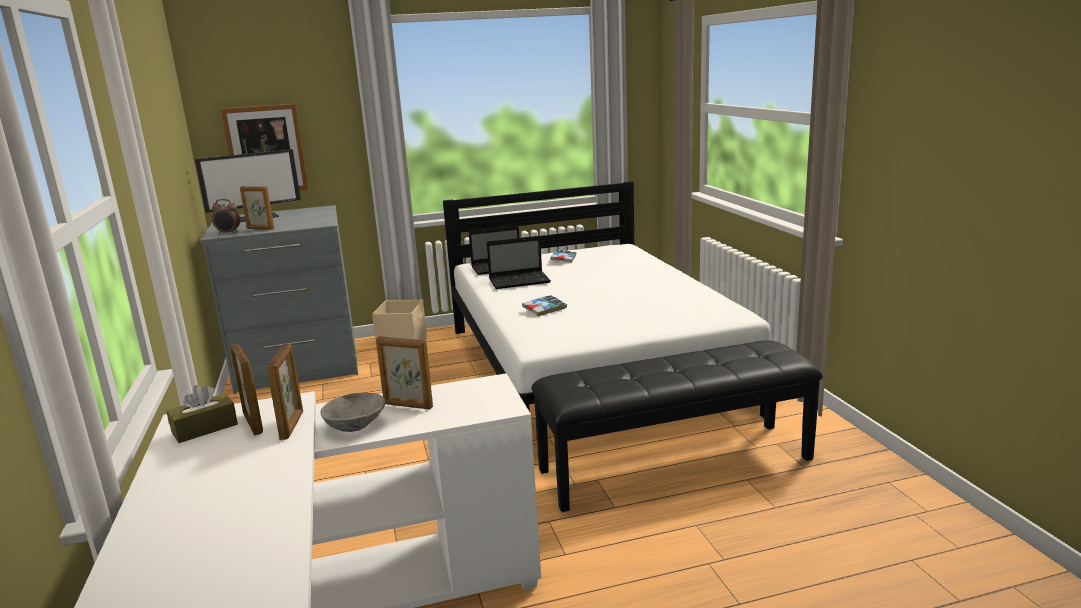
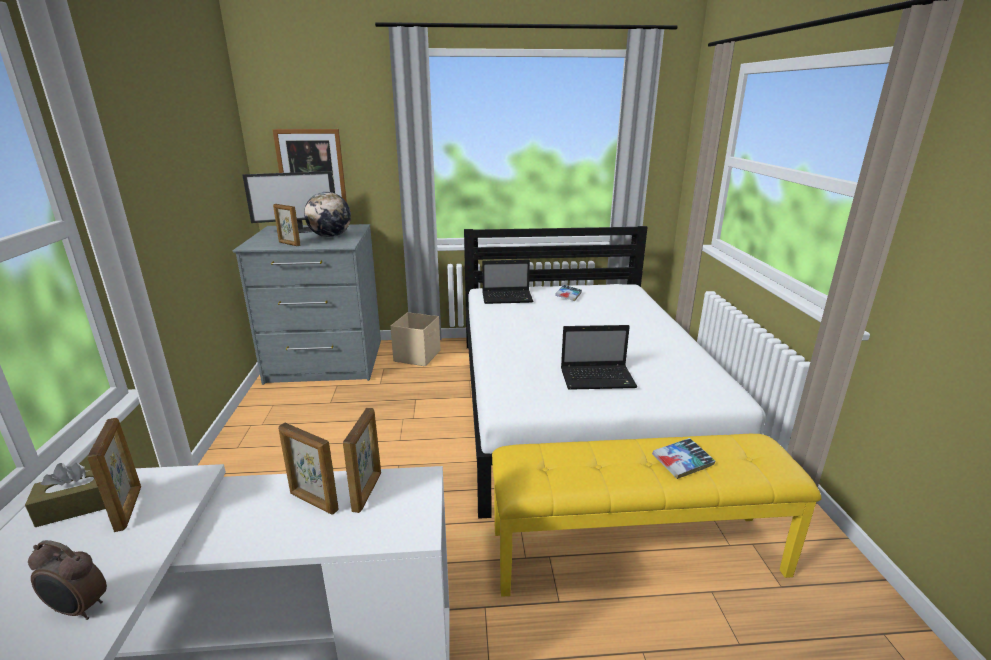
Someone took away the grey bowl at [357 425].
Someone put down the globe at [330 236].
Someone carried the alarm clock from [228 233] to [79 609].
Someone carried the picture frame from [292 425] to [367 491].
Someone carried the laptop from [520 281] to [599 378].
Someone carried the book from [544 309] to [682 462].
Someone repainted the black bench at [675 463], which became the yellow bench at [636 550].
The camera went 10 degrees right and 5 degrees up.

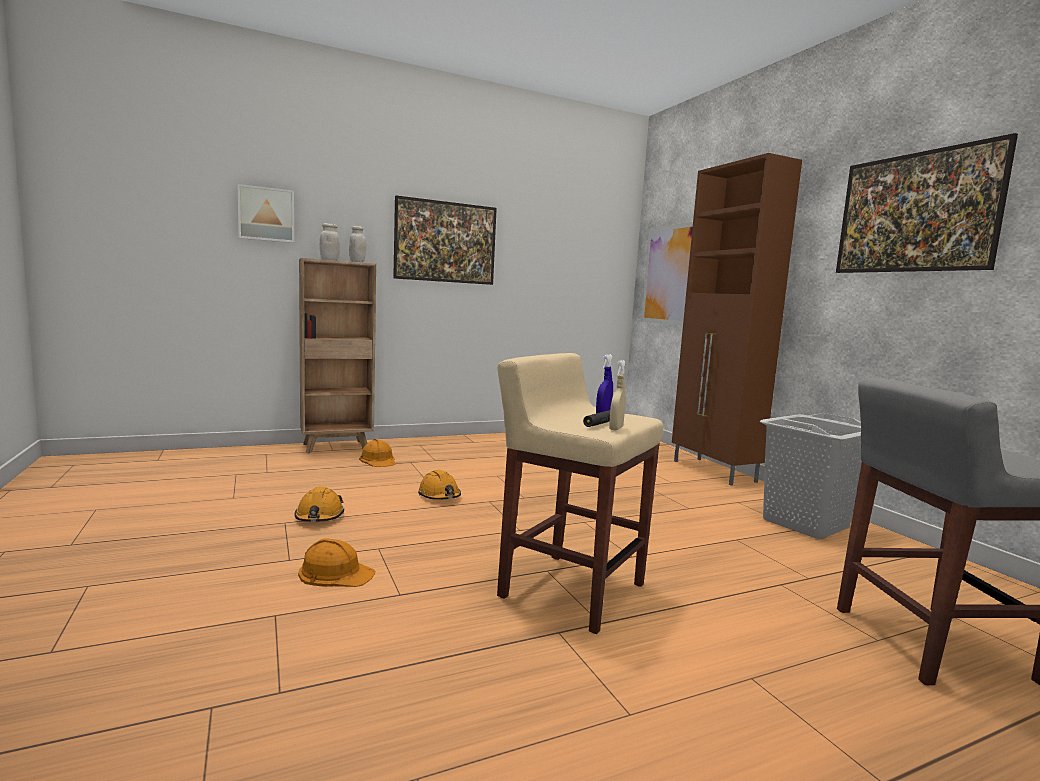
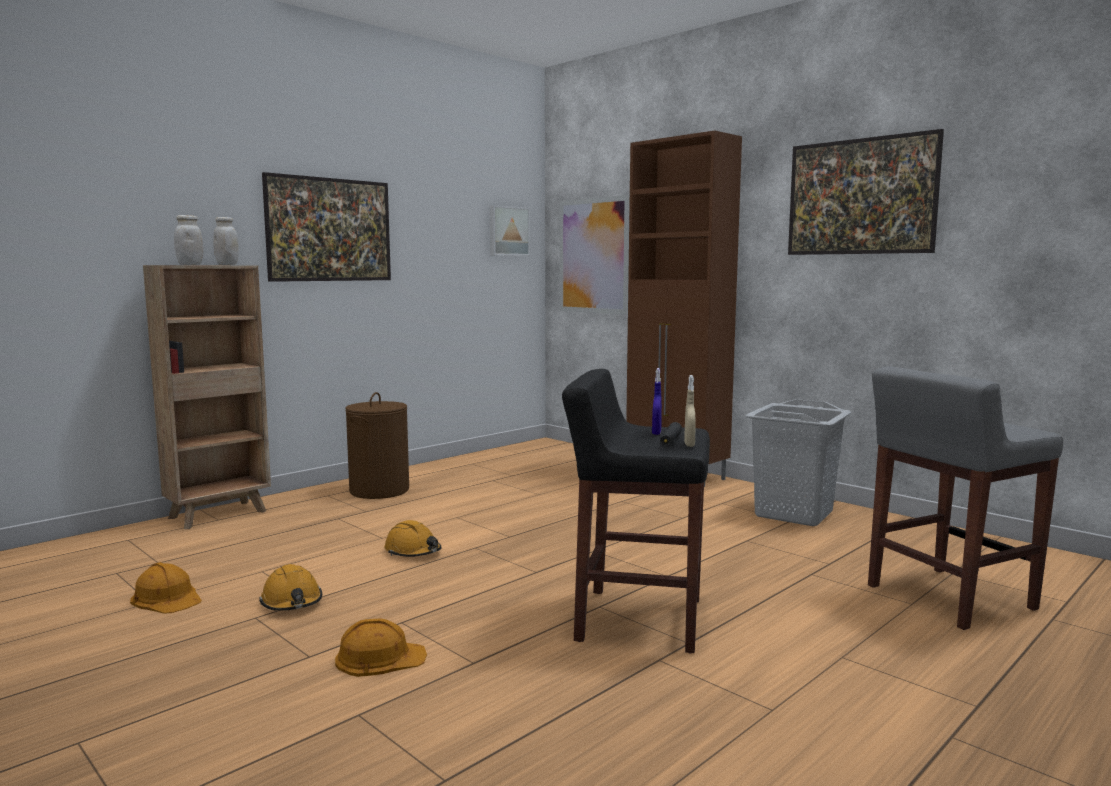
Someone put down the brown laundry basket at [379 490].
Someone carried the picture from [266 214] to [508 231].
Someone carried the orange hard hat from [378 460] to [167 598].
Someone repainted the beige stool at [570 589], which became the black stool at [637 619].
The camera went 20 degrees left and 0 degrees up.

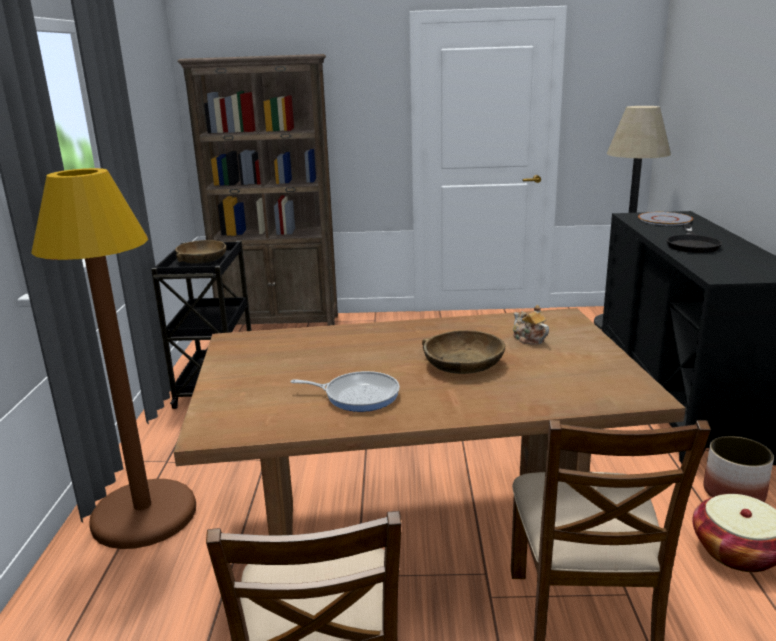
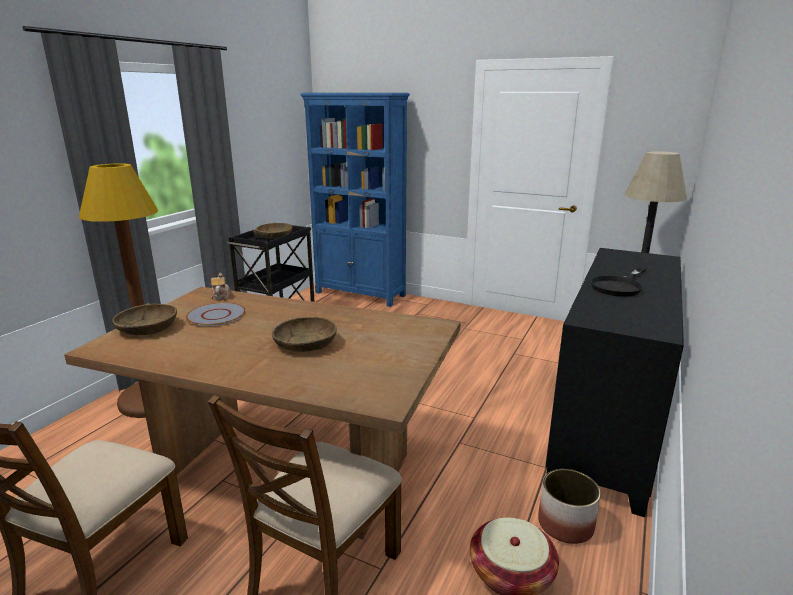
Someone took away the frying pan at [358 395].
Someone put down the brown bowl at [147 328].
Someone carried the teapot from [528 339] to [221 296].
Someone carried the grey plate from [665 220] to [216 315].
Someone repainted the brown bookcase at [280 324], which became the blue bookcase at [360 294].
The camera went 25 degrees right and 0 degrees up.

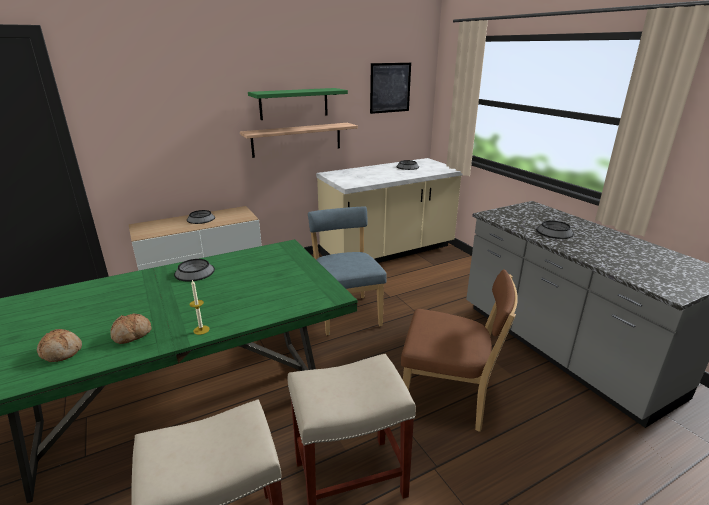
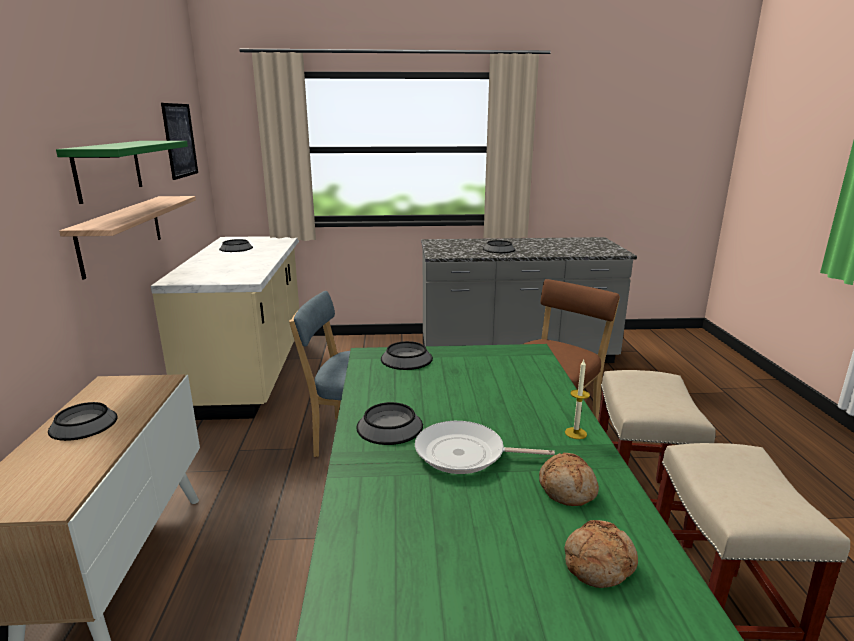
Someone put down the bowl at [407 358].
Someone put down the frying pan at [465 454].
The camera went 65 degrees left and 5 degrees down.

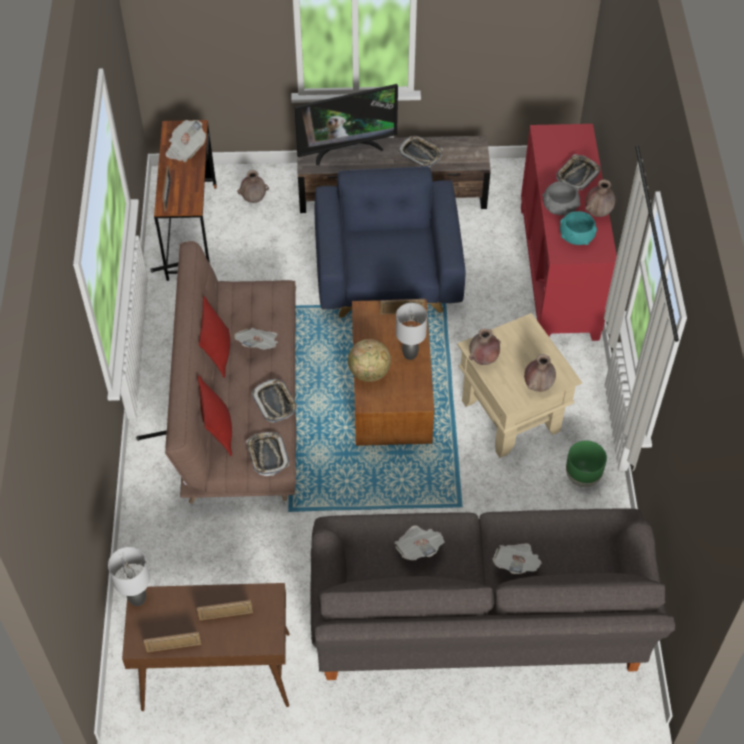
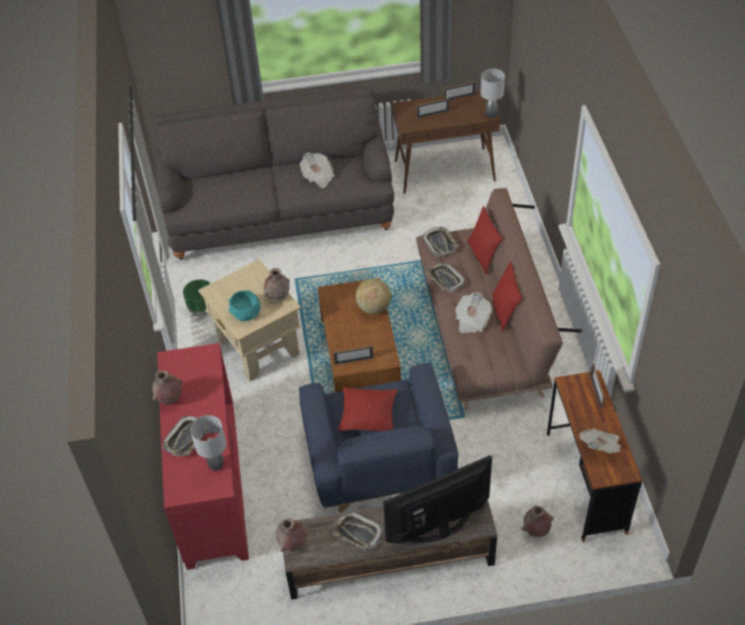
Someone took away the newspaper at [516 564].
Someone took away the grey bowl at [560 206].
Someone put down the red pillow at [368 415].
Someone carried the grey table lamp from [410 354] to [216 465].
Someone carried the brown vase from [538 385] to [292 544].
Someone carried the turquoise bowl from [576 236] to [246 312].
The camera went 175 degrees right and 5 degrees down.

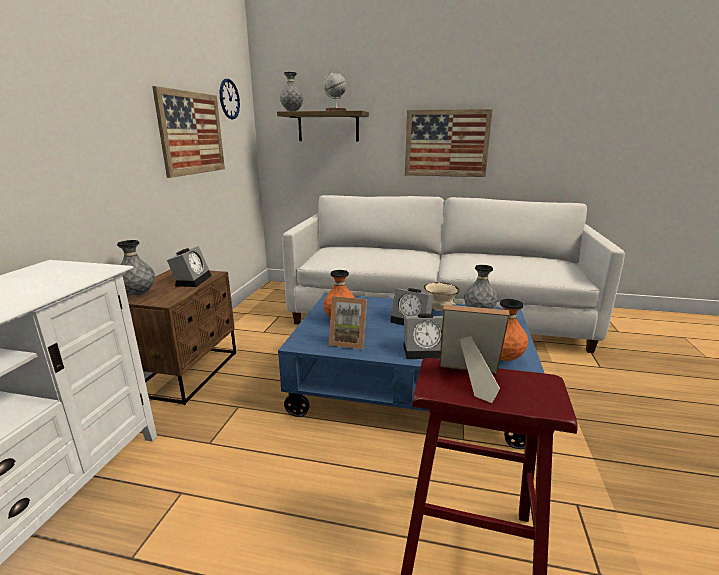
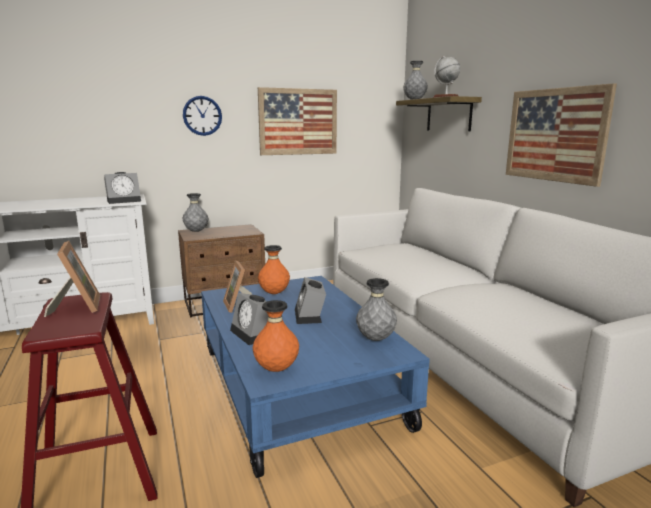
Someone took away the beige bowl at [439 310].
Someone carried the alarm clock from [192 280] to [125 201].
Someone carried the wall clock from [229 99] to [202 115].
The camera went 55 degrees right and 5 degrees down.

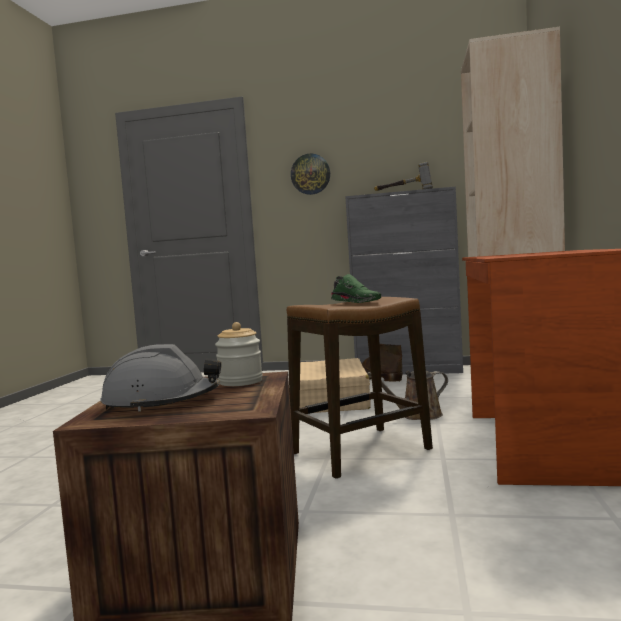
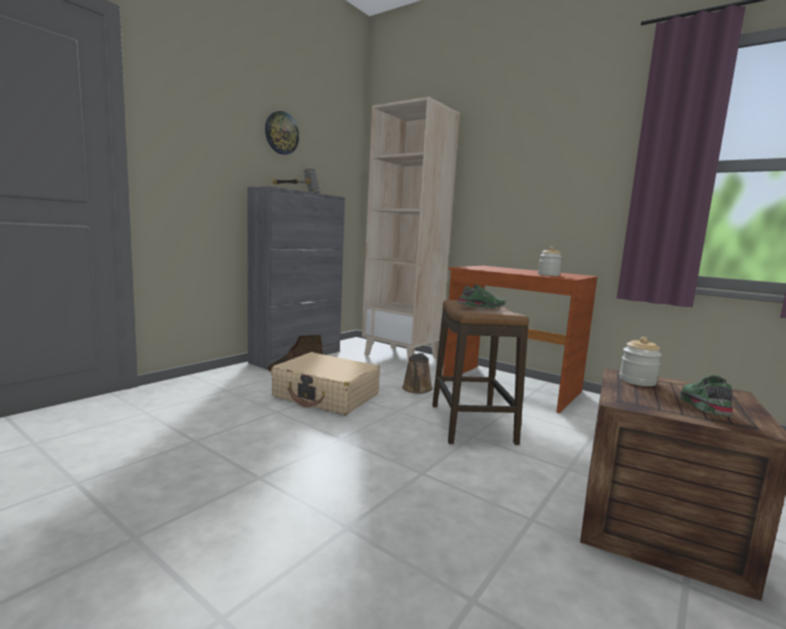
Someone put down the jar at [548 275].
Someone carried the wall clock from [310 174] to [281 133].
Someone swapped the grey hard hat at [161 402] for the green shoe at [702 406].
The camera went 65 degrees left and 5 degrees up.

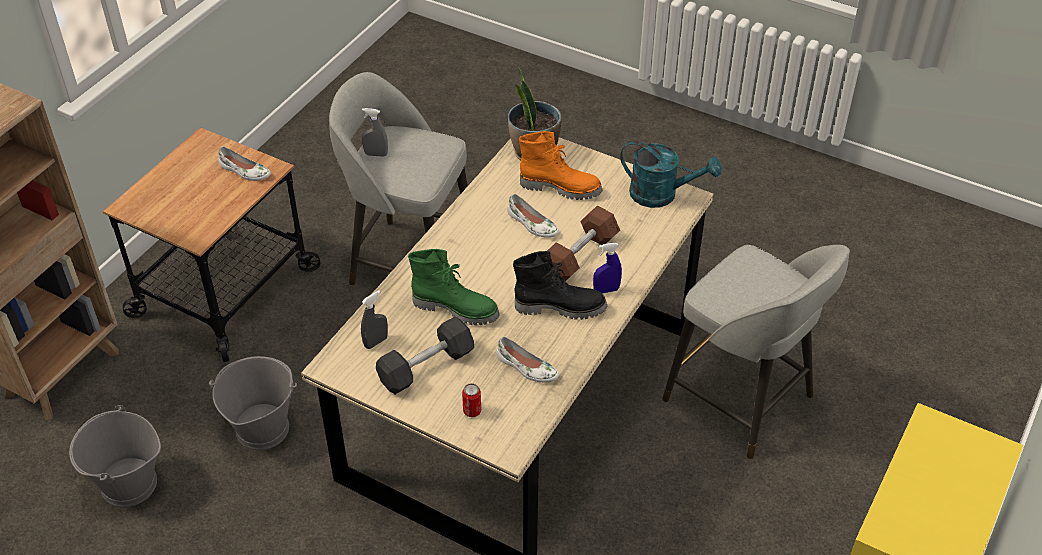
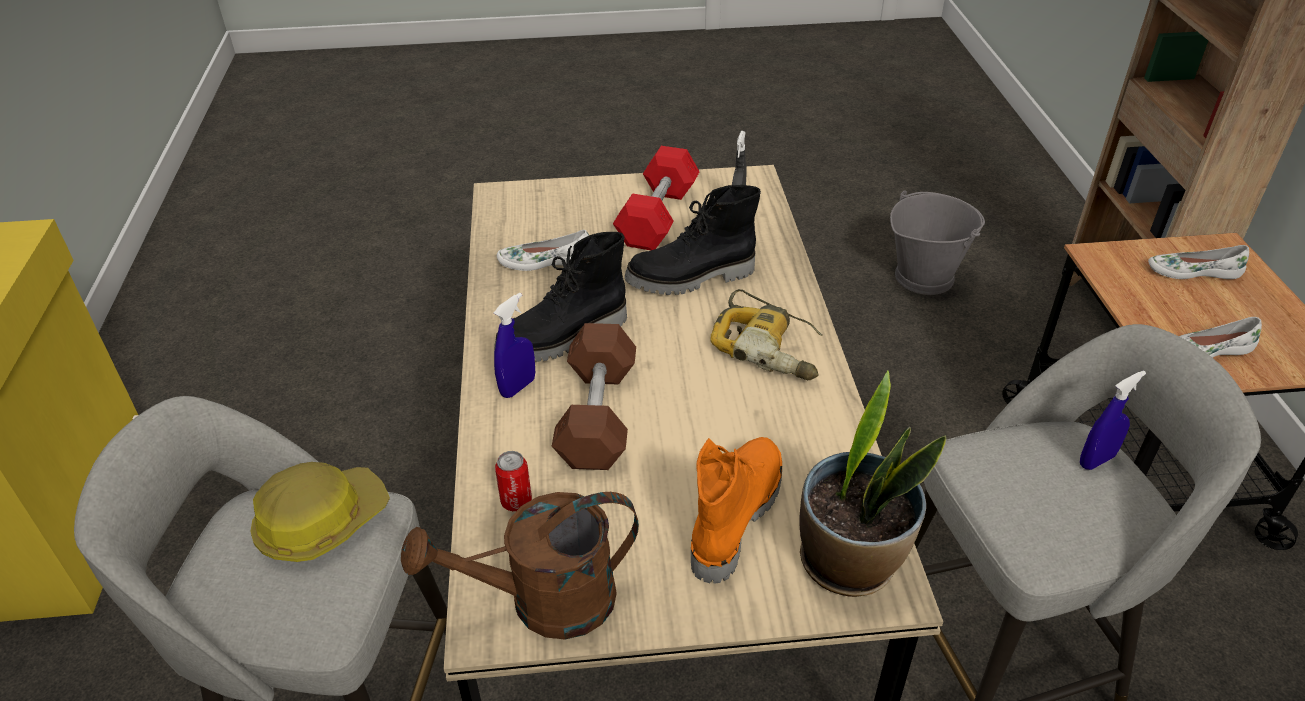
Someone took away the grey bucket at [261 428].
Someone put down the hard hat at [321 521].
Someone put down the power drill at [770 347].
Someone carried the can from [472 411] to [516 501].
Someone carried the white shoe from [532 224] to [1193 271].
Someone repainted the grey spray bottle at [376 154], which became the blue spray bottle at [1096 460].
Someone repainted the grey dumbbell at [426 367], which became the red dumbbell at [657 216].
Someone repainted the green boot at [456 308], which became the black boot at [691 279].
Someone repainted the turquoise watering can at [661 195], which became the brown watering can at [544 603].
Someone rotated the orange boot at [560 187] by 135 degrees clockwise.
The camera went 145 degrees right and 5 degrees down.

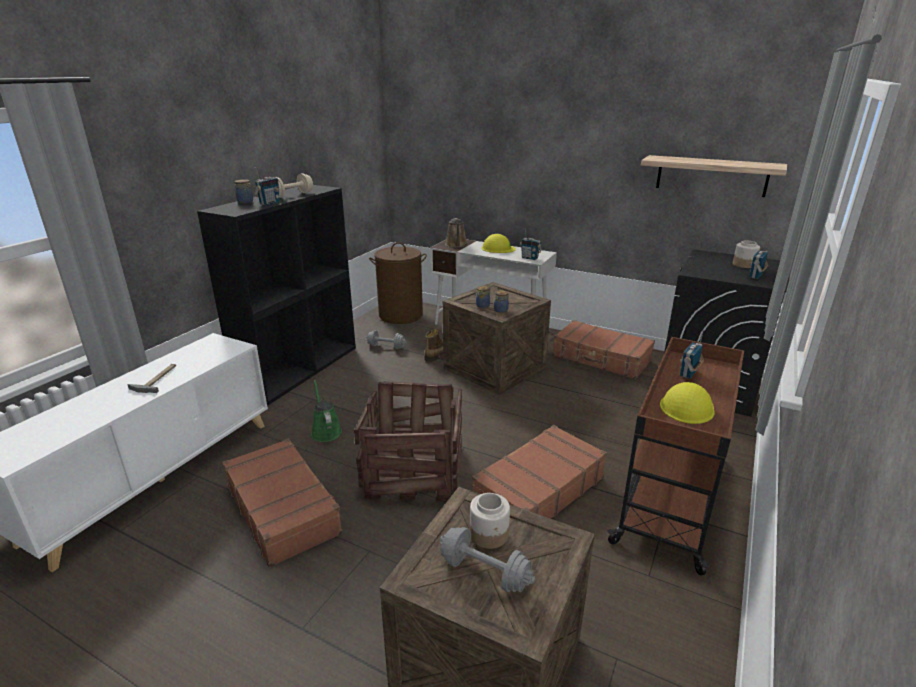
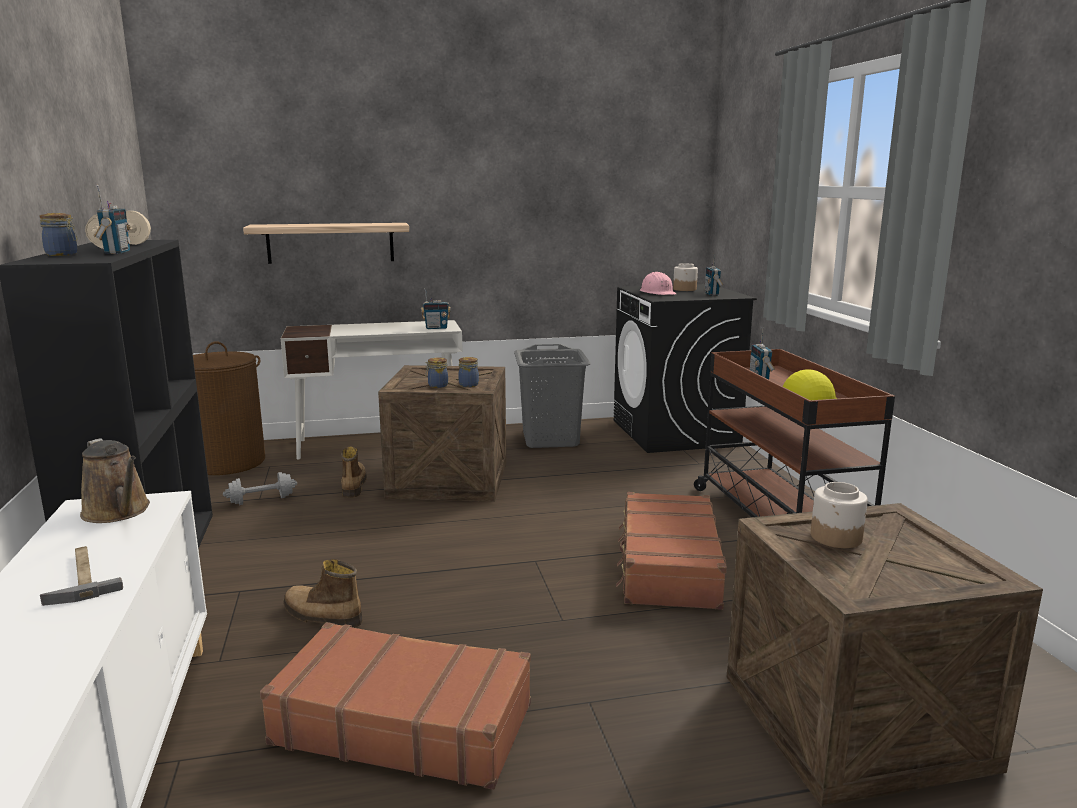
Someone took away the crate at [415 471].
Someone took away the grey dumbbell at [485 572].
Someone took away the yellow hard hat at [498 248].
Someone put down the pink hard hat at [658 293].
Someone carried the brown watering can from [456 245] to [118 512].
Someone carried the shelf from [711 175] to [330 243].
Someone swapped the green watering can at [325 431] for the boot at [321 616].
Someone swapped the brown suitcase at [601 358] for the grey laundry basket at [551 439].
The camera went 40 degrees left and 10 degrees down.

